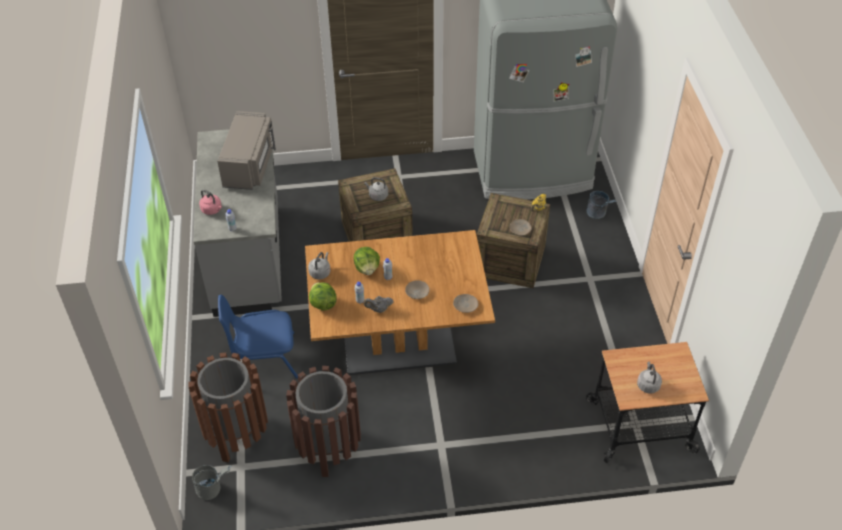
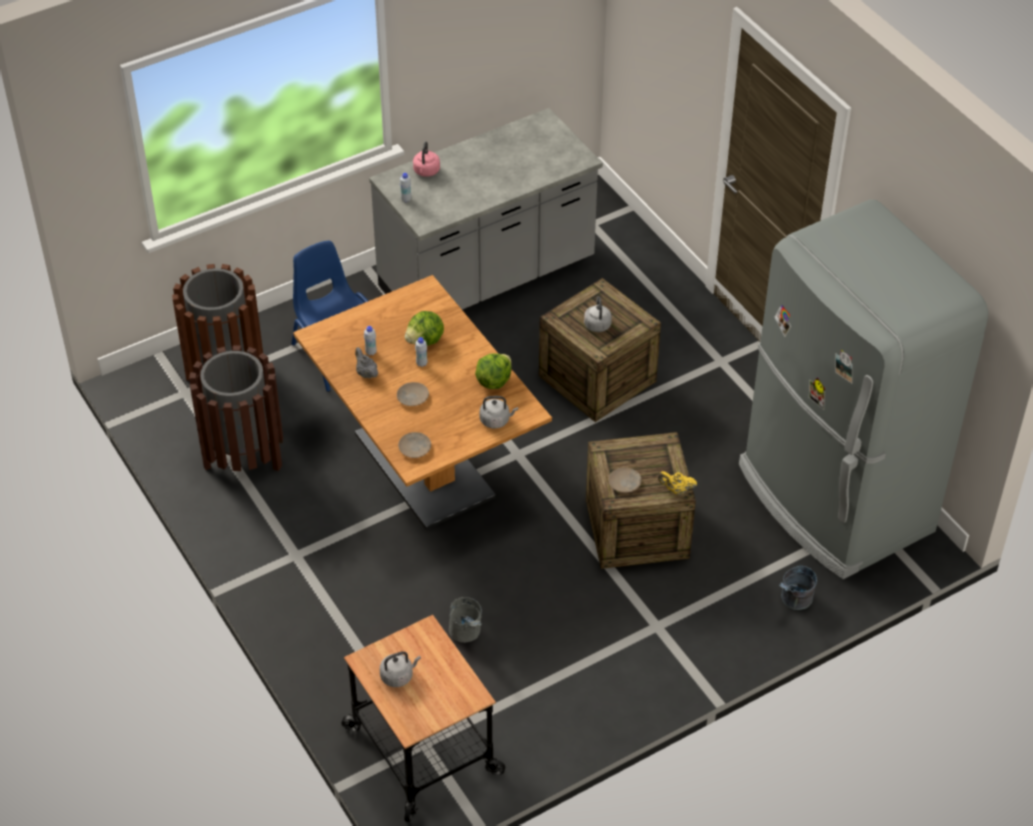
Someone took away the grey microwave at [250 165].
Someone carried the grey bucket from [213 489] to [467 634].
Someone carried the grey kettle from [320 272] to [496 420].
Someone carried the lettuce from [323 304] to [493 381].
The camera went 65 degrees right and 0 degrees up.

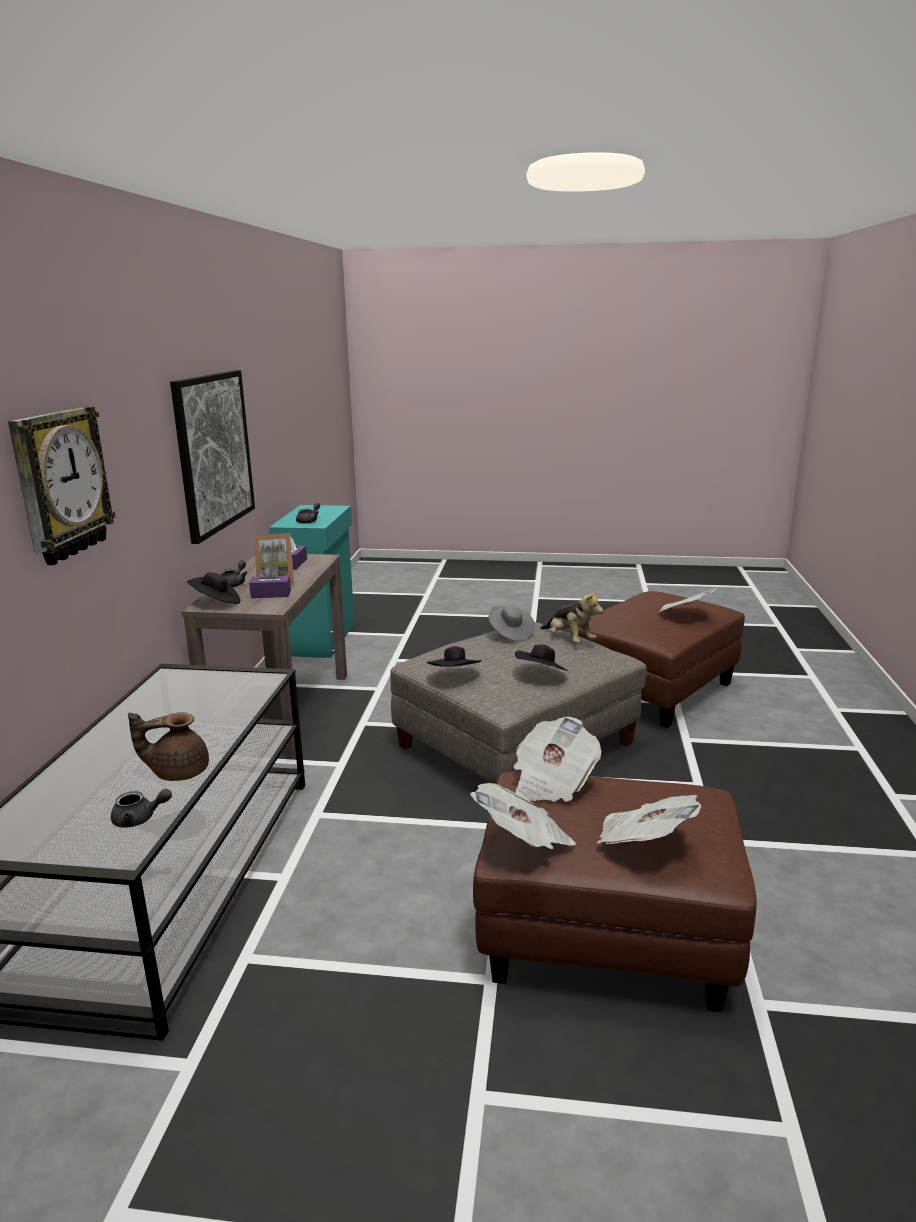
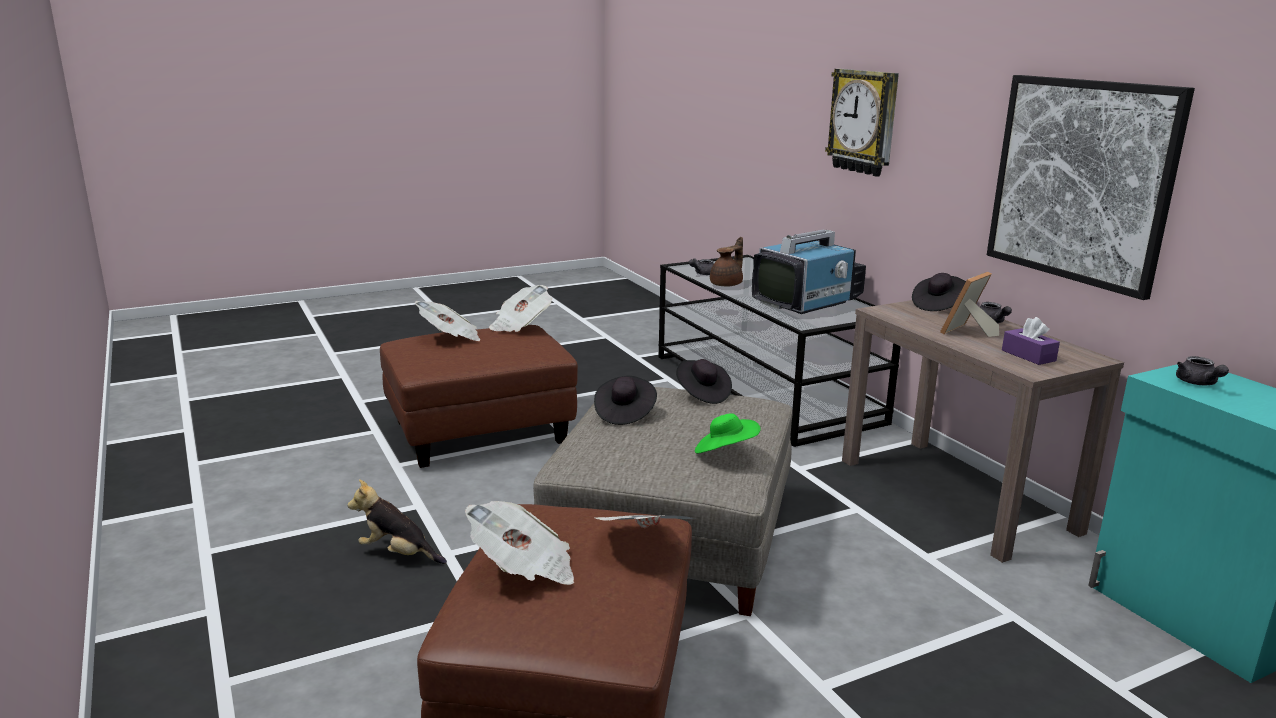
Someone took away the purple tissue box at [271 594].
Someone put down the television at [808 303].
Someone carried the newspaper from [552 781] to [644 542].
Someone carried the plush toy from [569 640] to [398 554].
Someone repainted the grey hat at [510 634], which became the green hat at [725 452].
The camera went 145 degrees right and 0 degrees up.

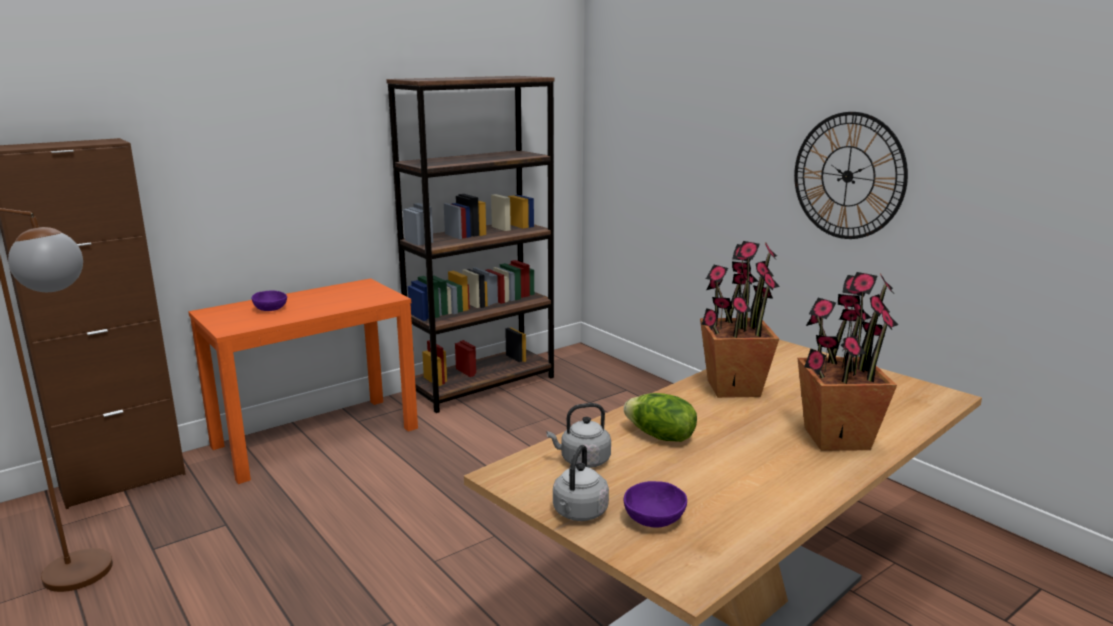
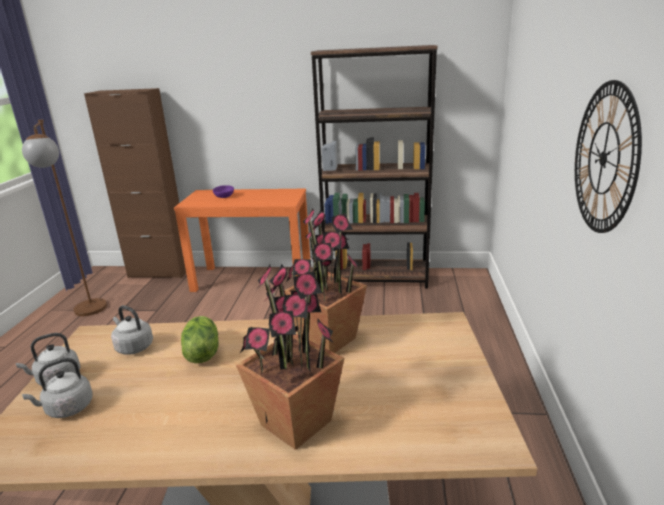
Someone swapped the purple bowl at [654 520] for the grey kettle at [67 408].
The camera went 45 degrees right and 5 degrees up.

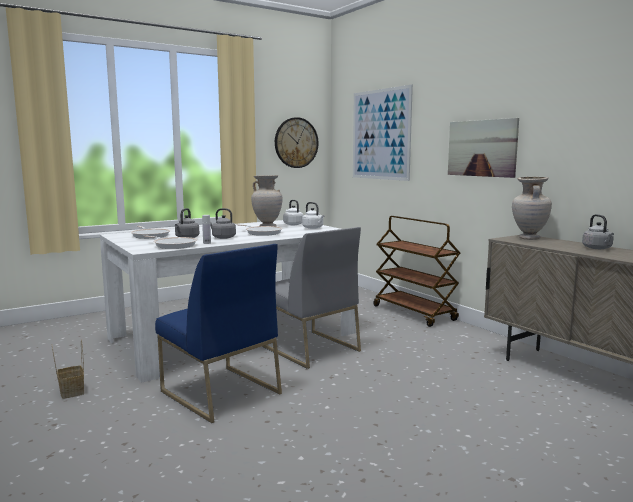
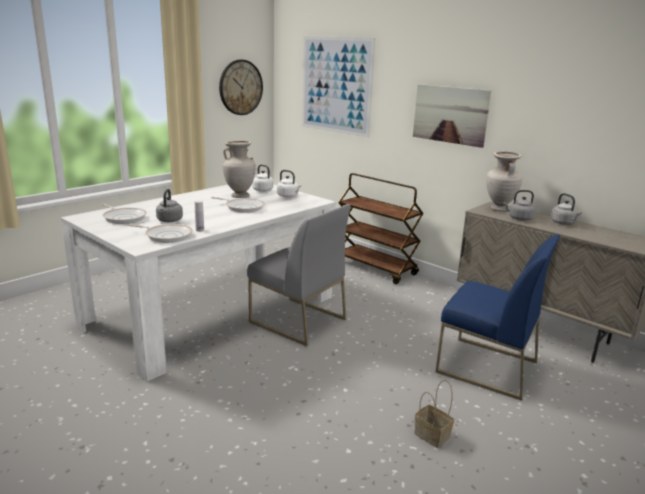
Someone carried the basket from [71 391] to [430 435].
Someone carried the blue chair from [219 392] to [486 367].
Someone carried the grey kettle from [222 237] to [519 218].
The camera went 15 degrees left and 10 degrees up.

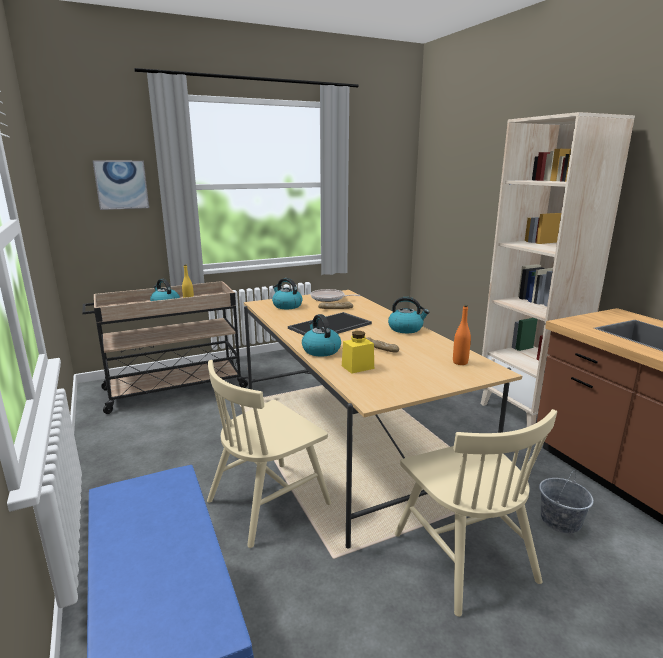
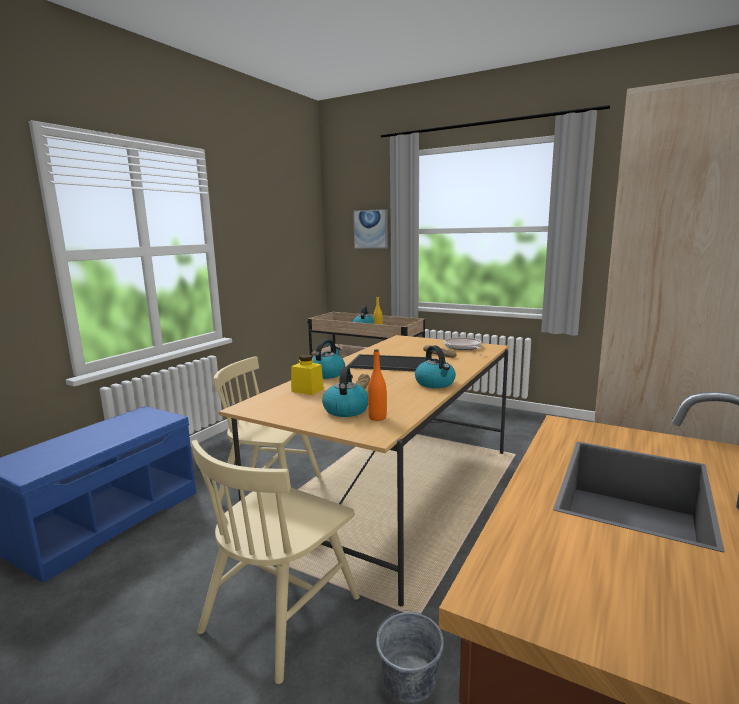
Someone carried the kettle from [286 306] to [346 409].
The camera went 55 degrees right and 5 degrees down.

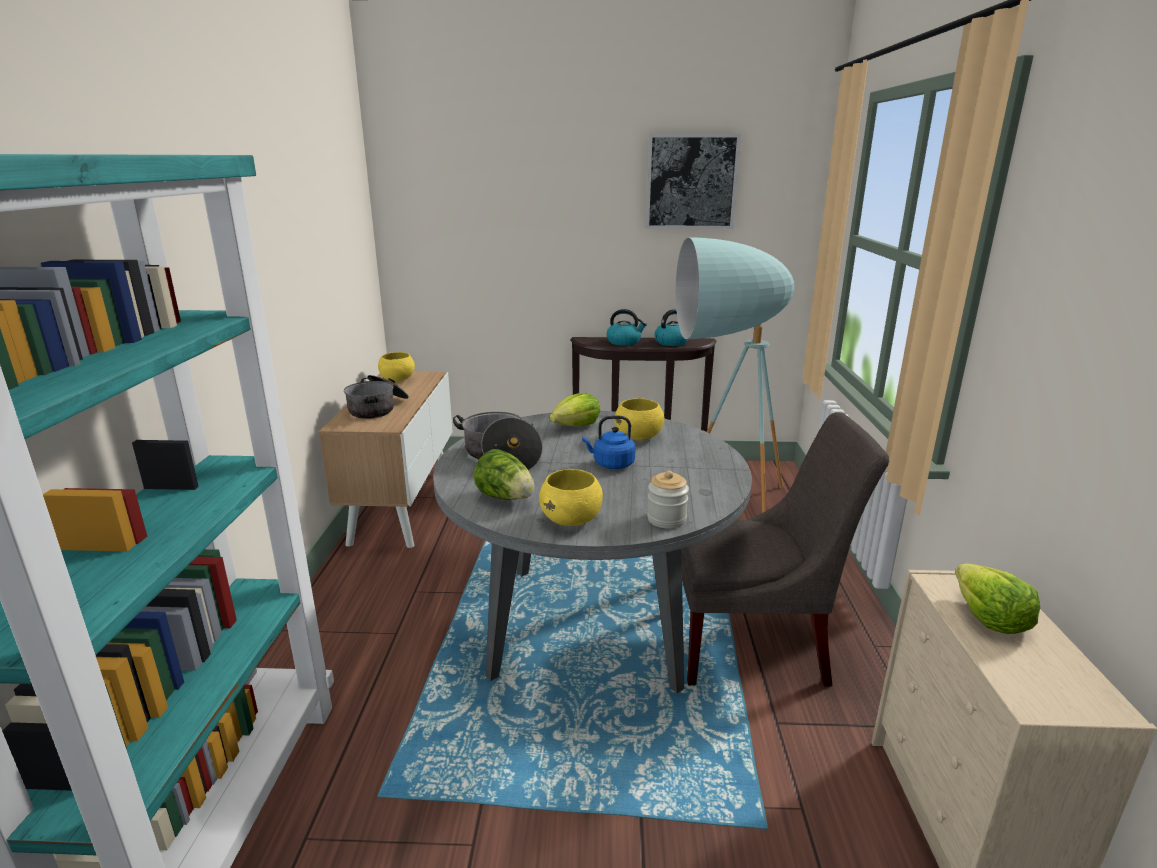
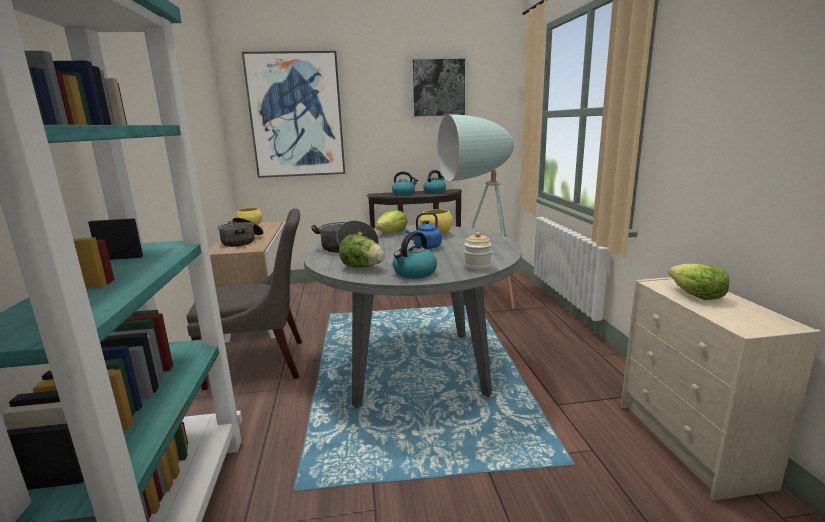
Someone put up the picture at [296 116].
Someone carried the grey chair from [754 645] to [262 363].
Someone swapped the yellow bowl at [572 520] for the kettle at [414 273].
The camera went 10 degrees left and 5 degrees down.

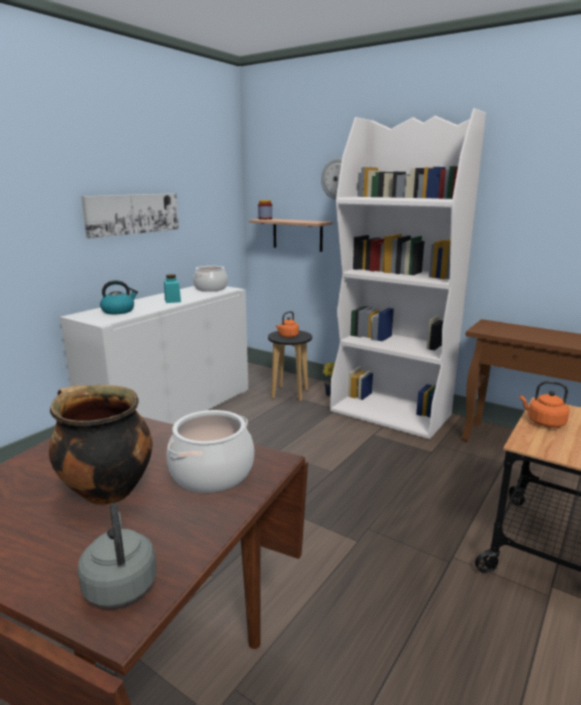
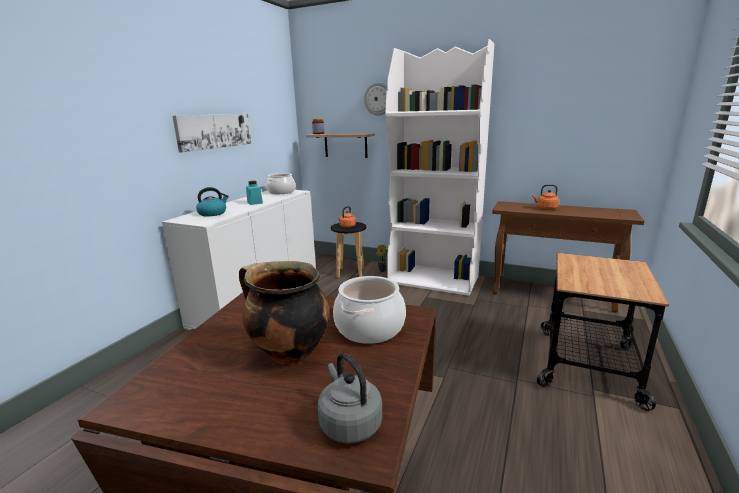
Someone carried the orange kettle from [543 422] to [545 208].
The camera went 10 degrees left and 0 degrees up.

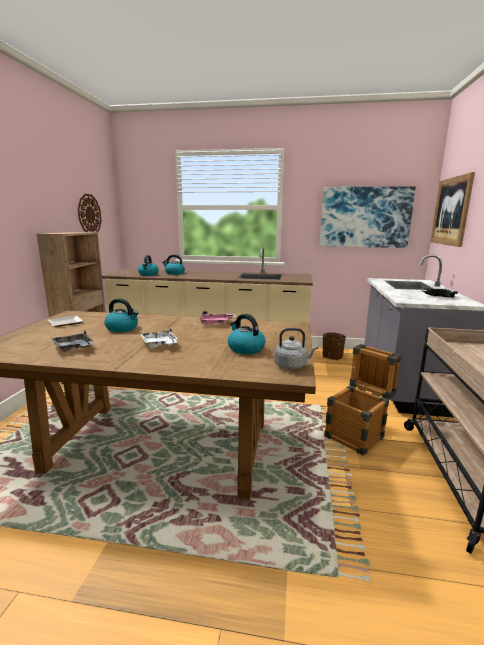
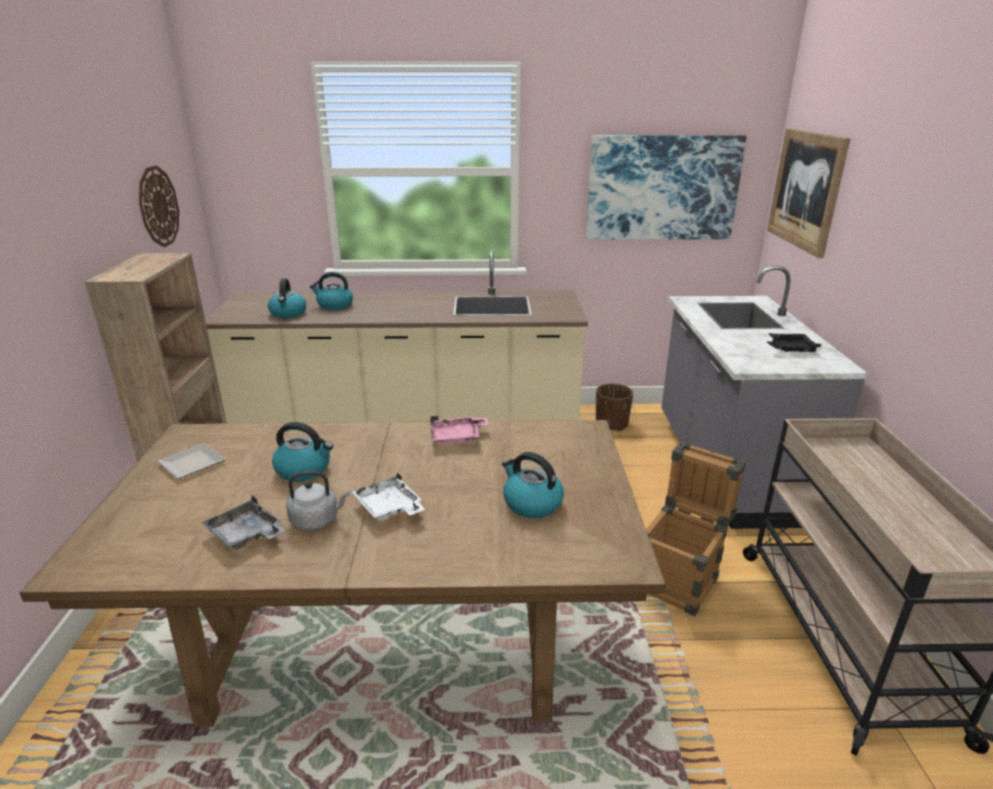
Someone carried the grey kettle from [292 366] to [317 520].
The camera went 10 degrees left and 10 degrees up.

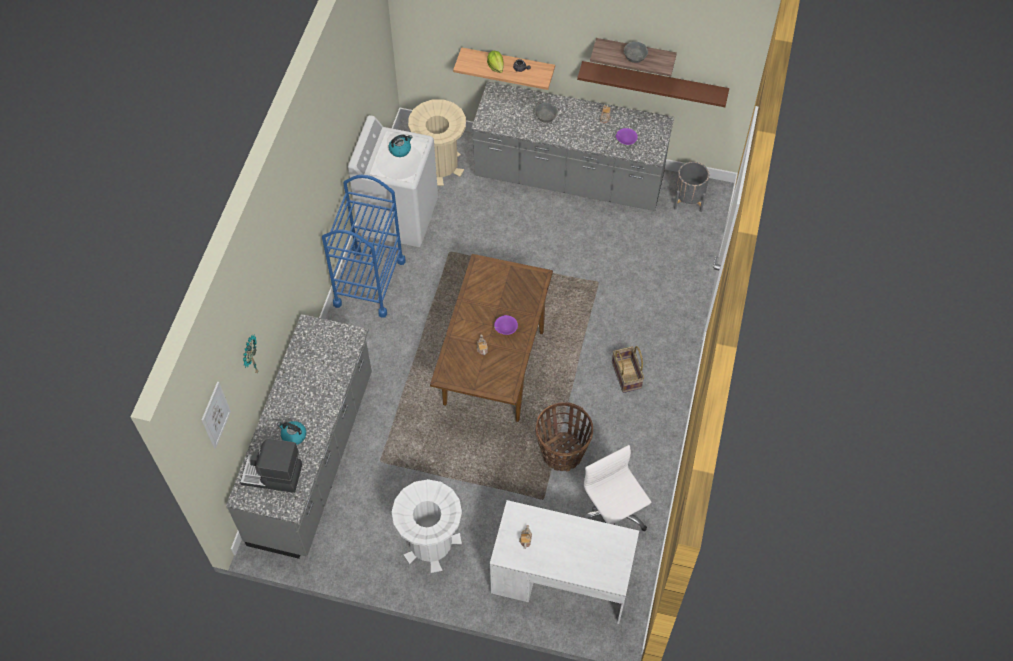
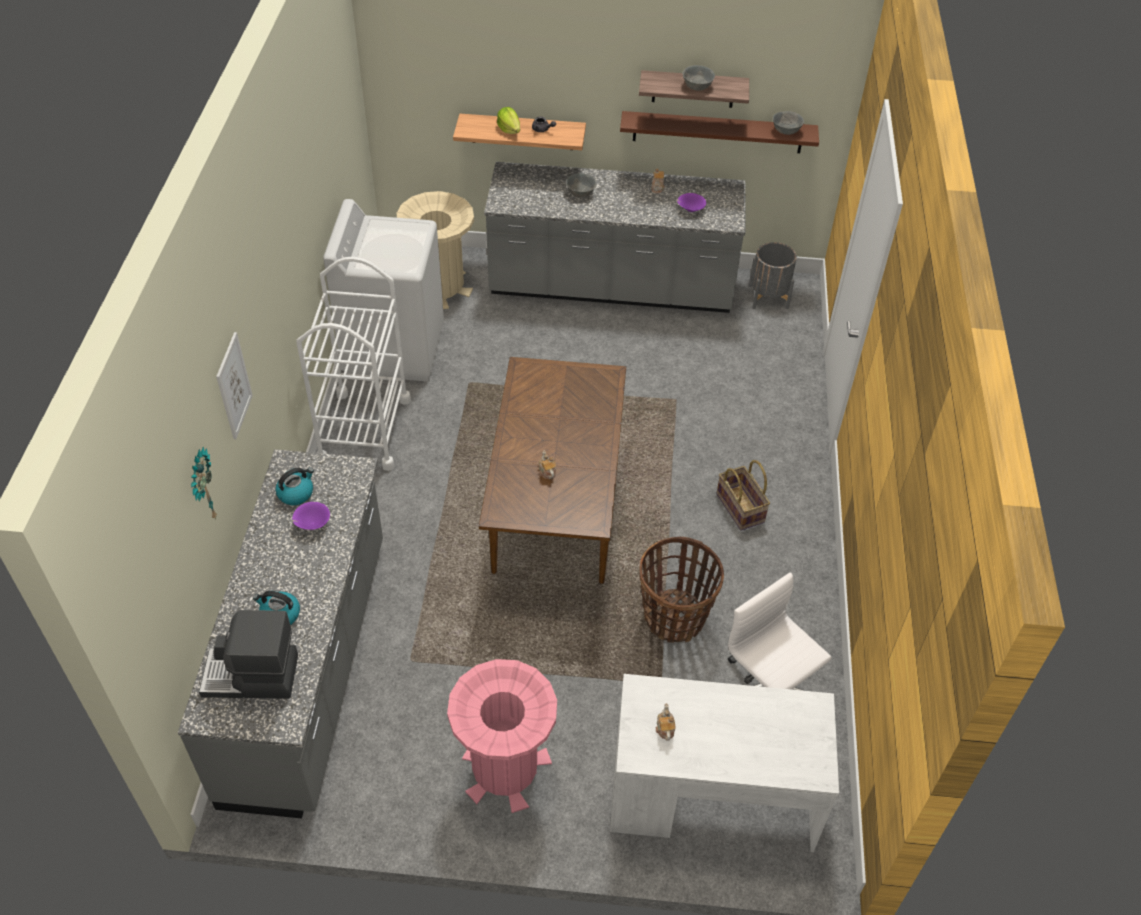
Someone put down the grey bowl at [786 131].
Someone carried the picture from [215 415] to [233 386].
Someone carried the kettle from [400 149] to [296 493].
Someone carried the purple bowl from [505 329] to [312 524].
Someone repainted the blue cart at [369 282], which became the white cart at [364 430].
Someone repainted the white trash can at [431 543], which became the pink trash can at [504 769].
The camera went 10 degrees left and 10 degrees down.

